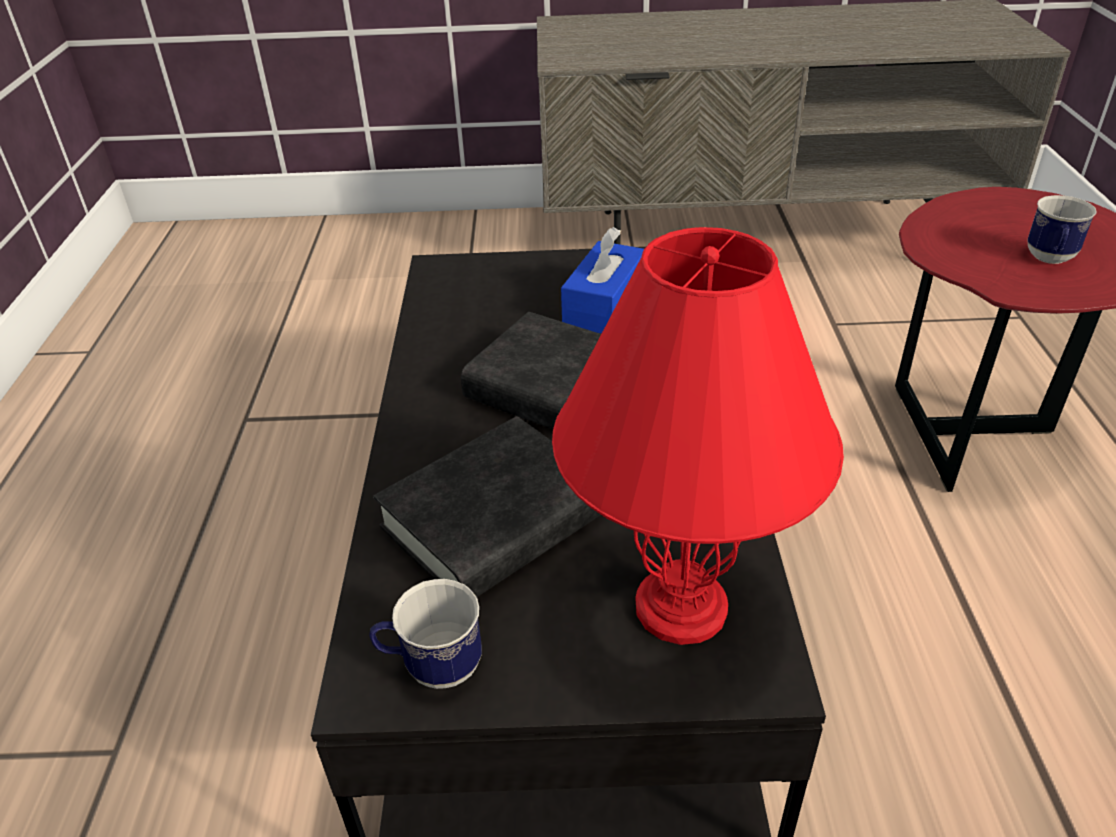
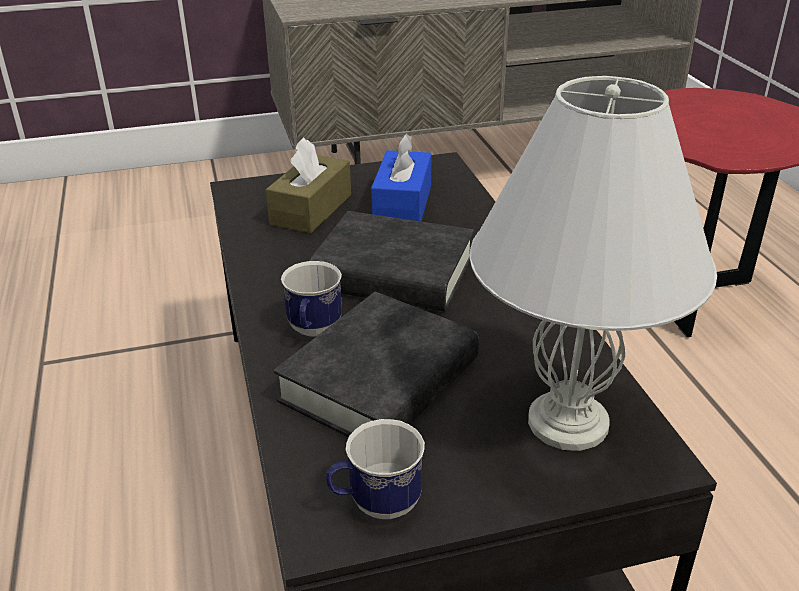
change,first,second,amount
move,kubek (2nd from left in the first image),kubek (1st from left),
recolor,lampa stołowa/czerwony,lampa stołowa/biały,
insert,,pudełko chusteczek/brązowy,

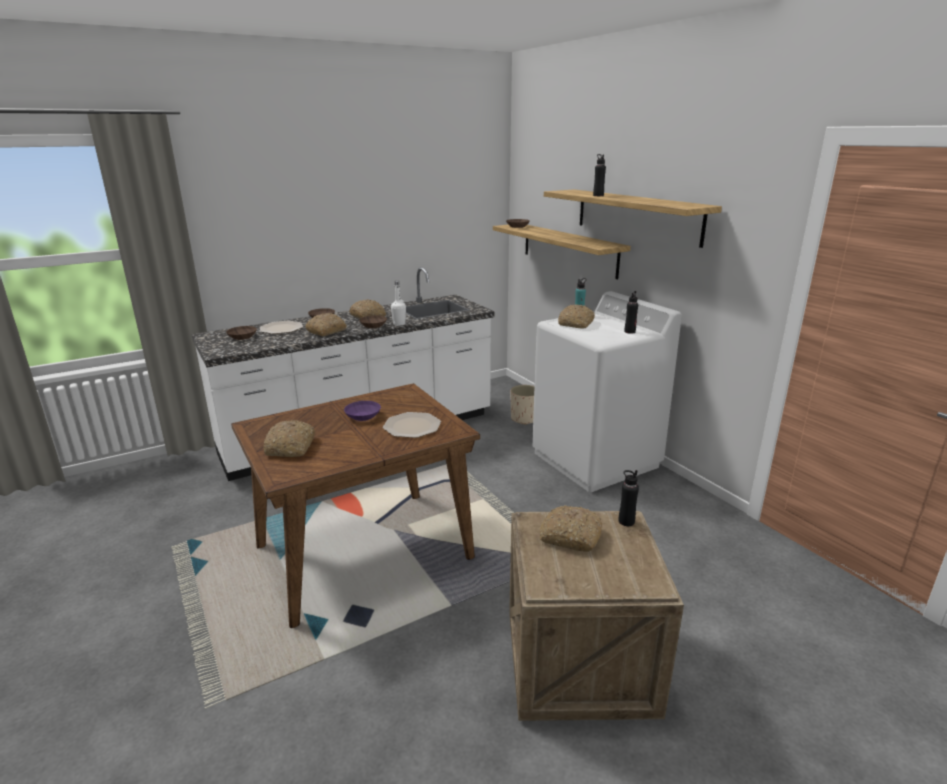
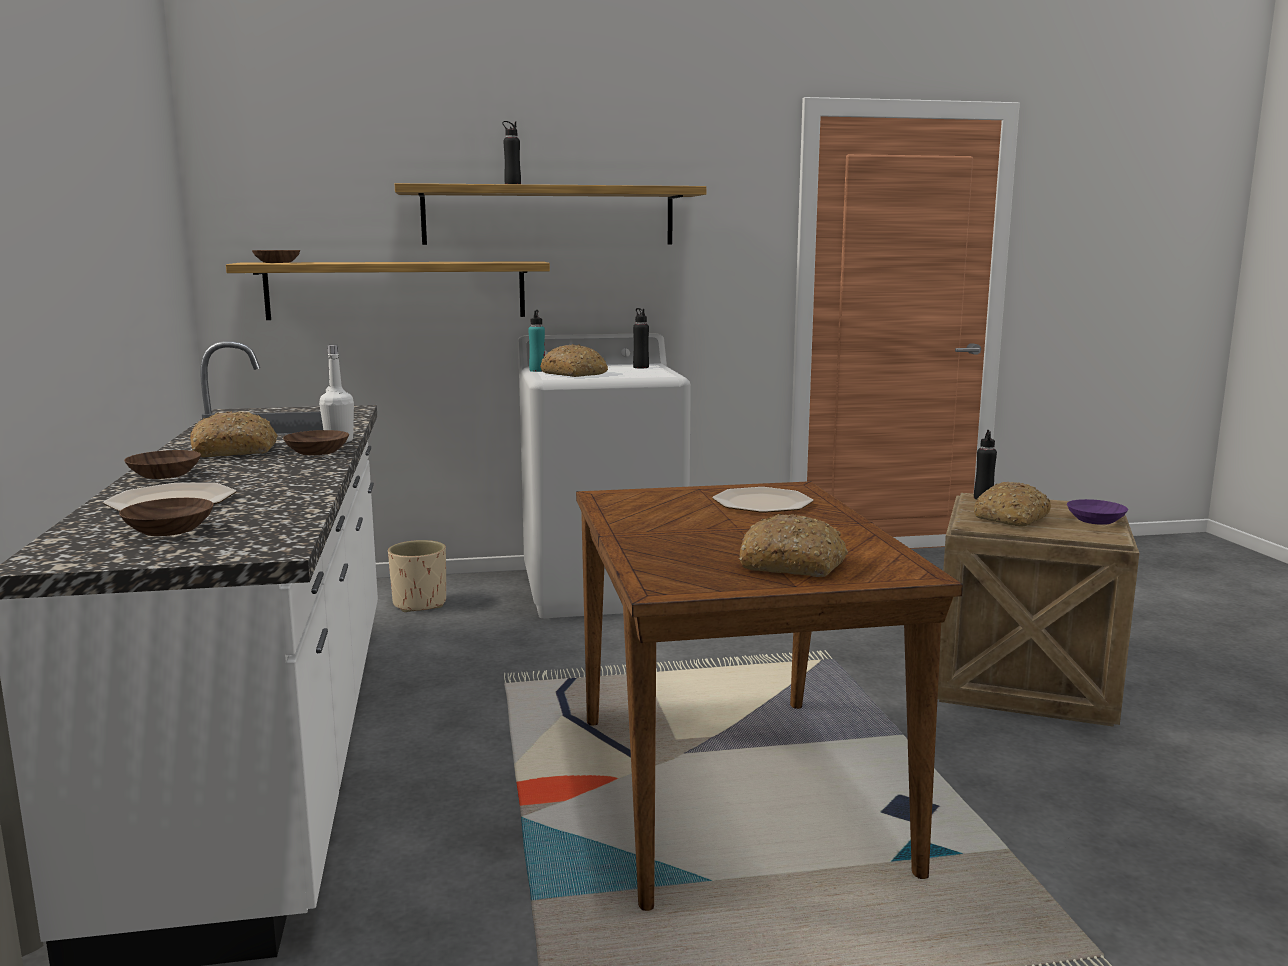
change,first,second,amount
delete,chleb (2nd from left),,
move,miska/fioletowy,,

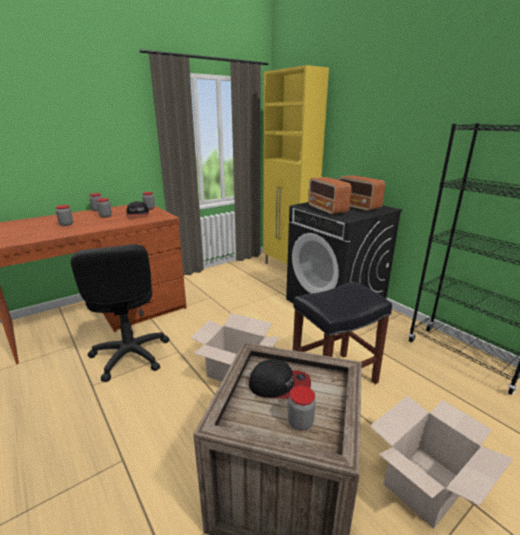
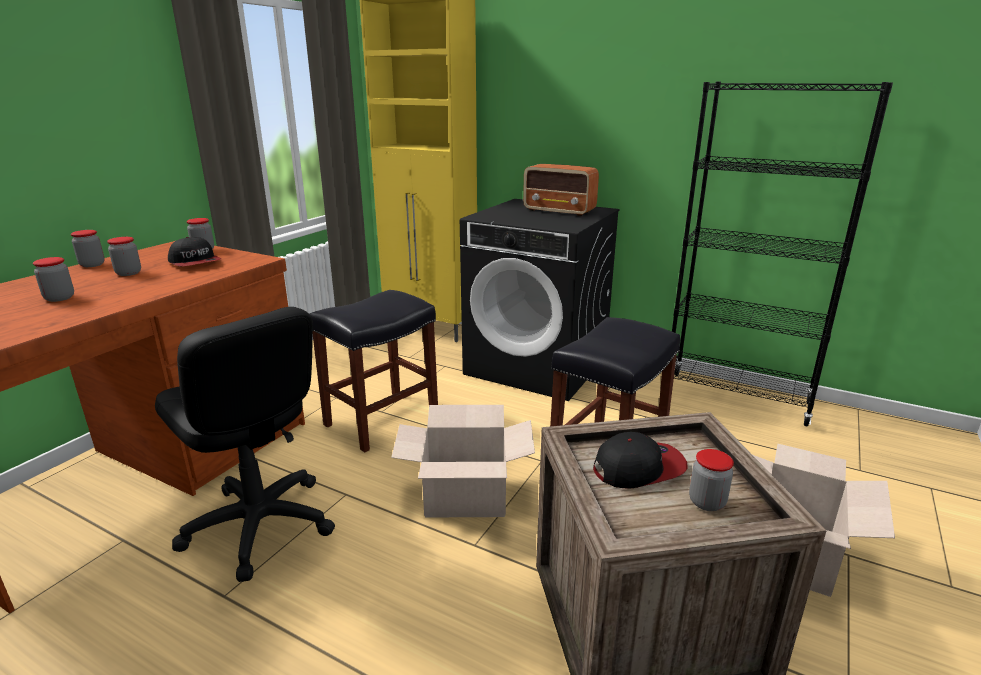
change,first,second,amount
delete,radio (1st from left),,
insert,,stołek/czarny (1st from left),

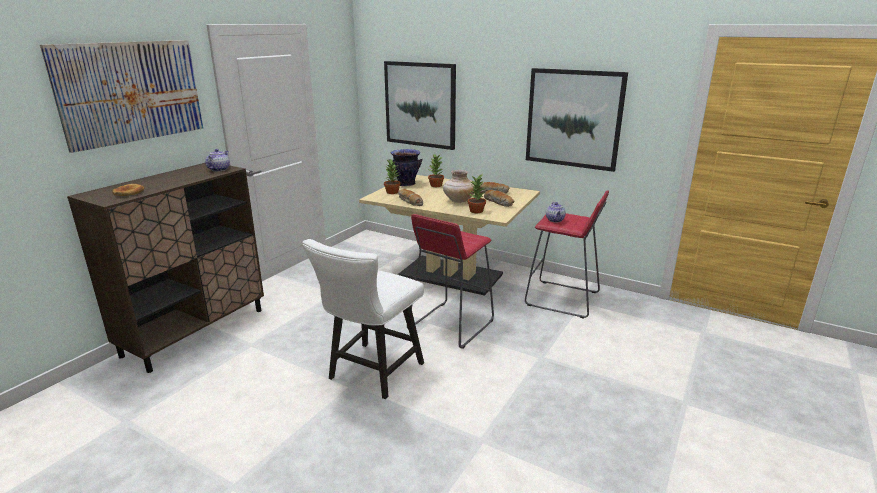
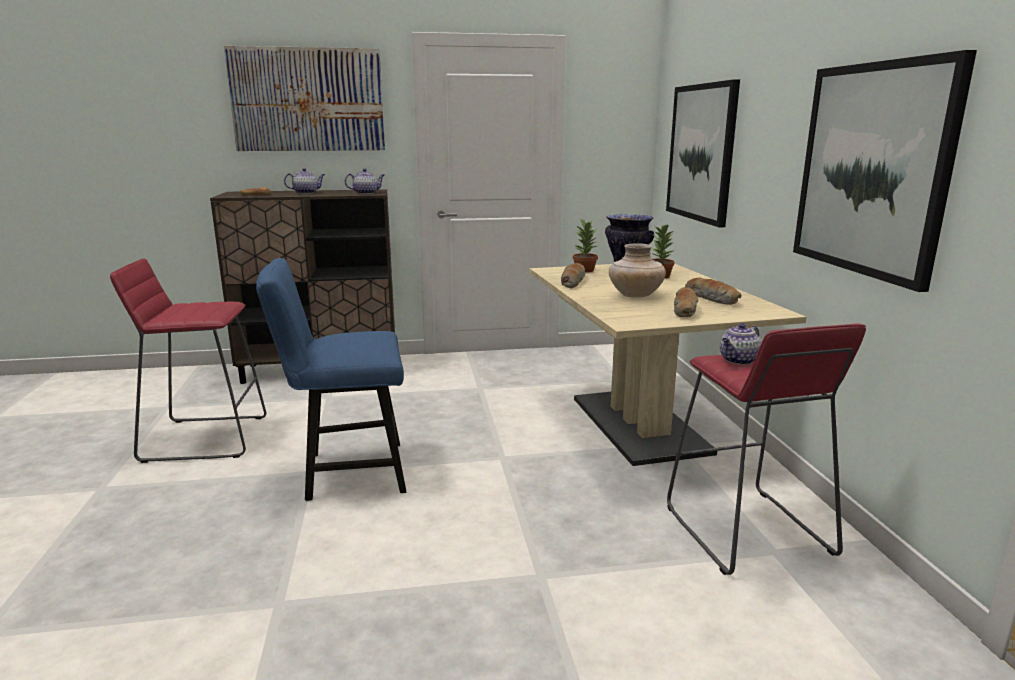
change,first,second,amount
delete,roślina doniczkowa (3rd from left),,
move,stołek/czerwony (1st from left),,
recolor,krzesło/biały,krzesło/niebieski,
insert,,imbryk (1st from left),

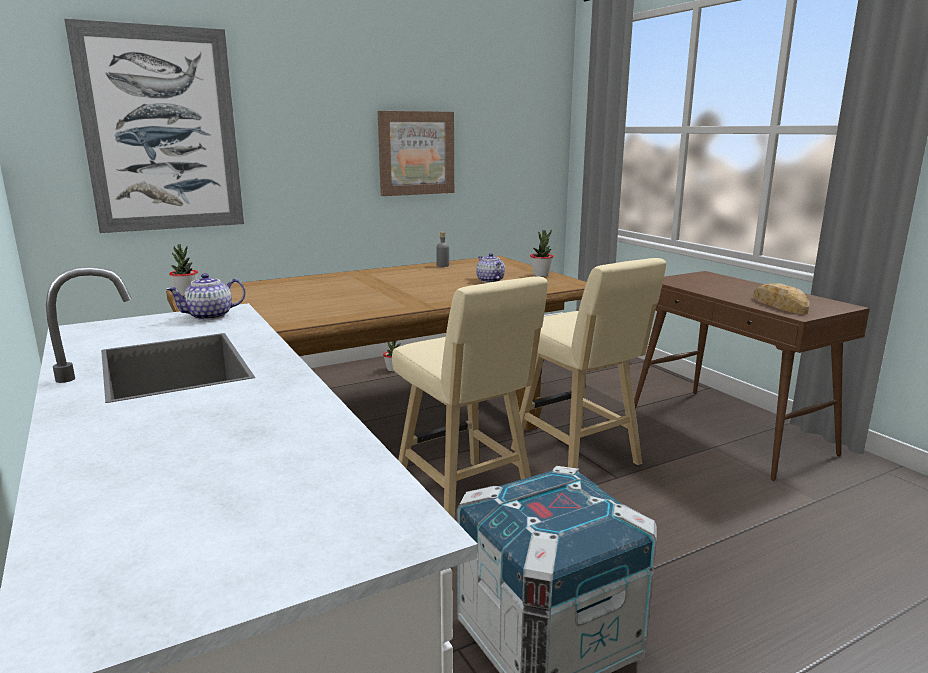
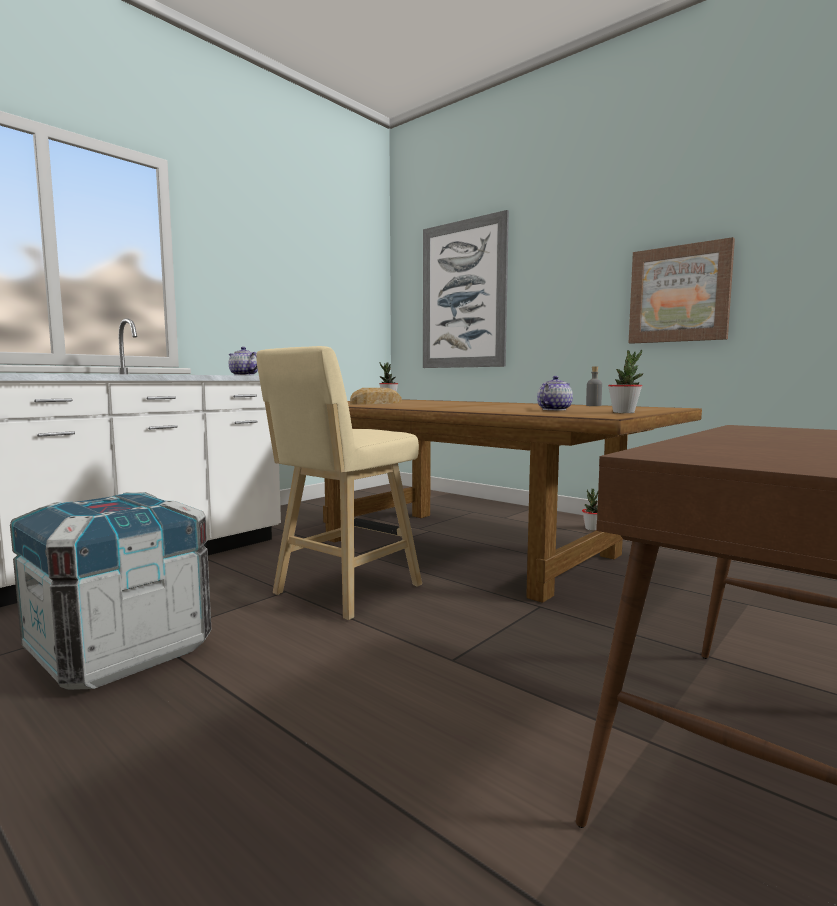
change,first,second,amount
delete,stołek/beżowy (2nd from left),,
move,chleb,,

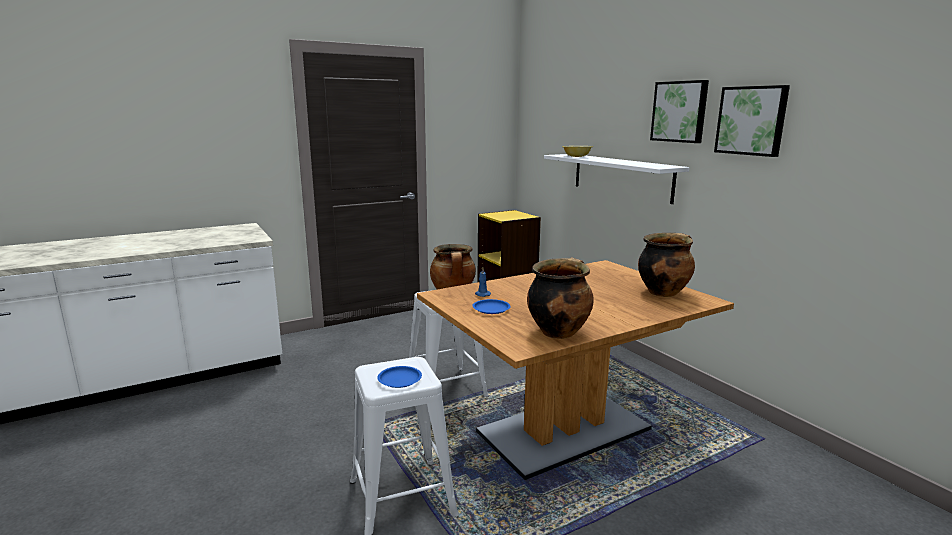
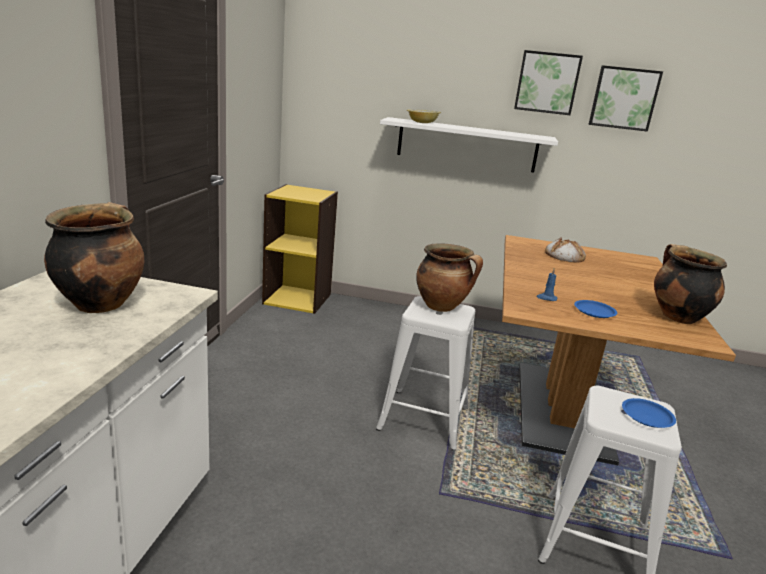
change,first,second,amount
move,garnek (3rd from left in the first image),garnek (1st from left),
insert,,chleb,

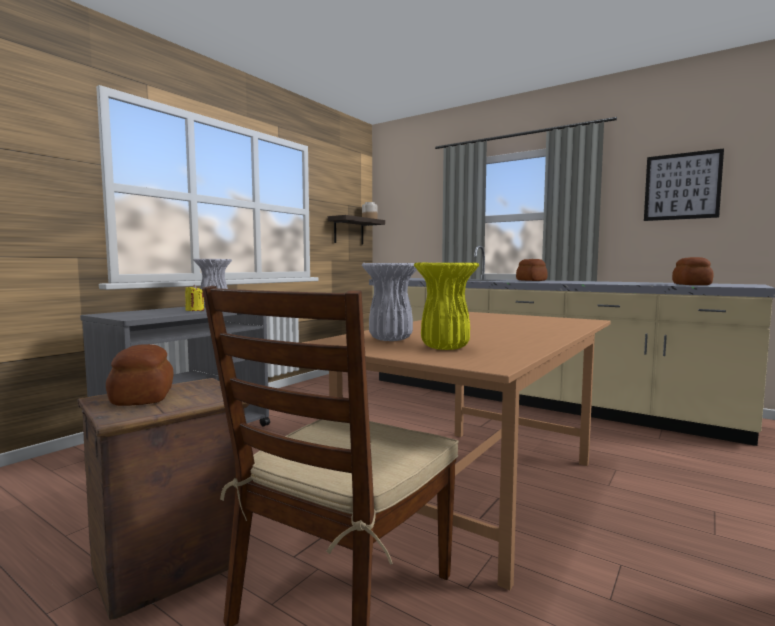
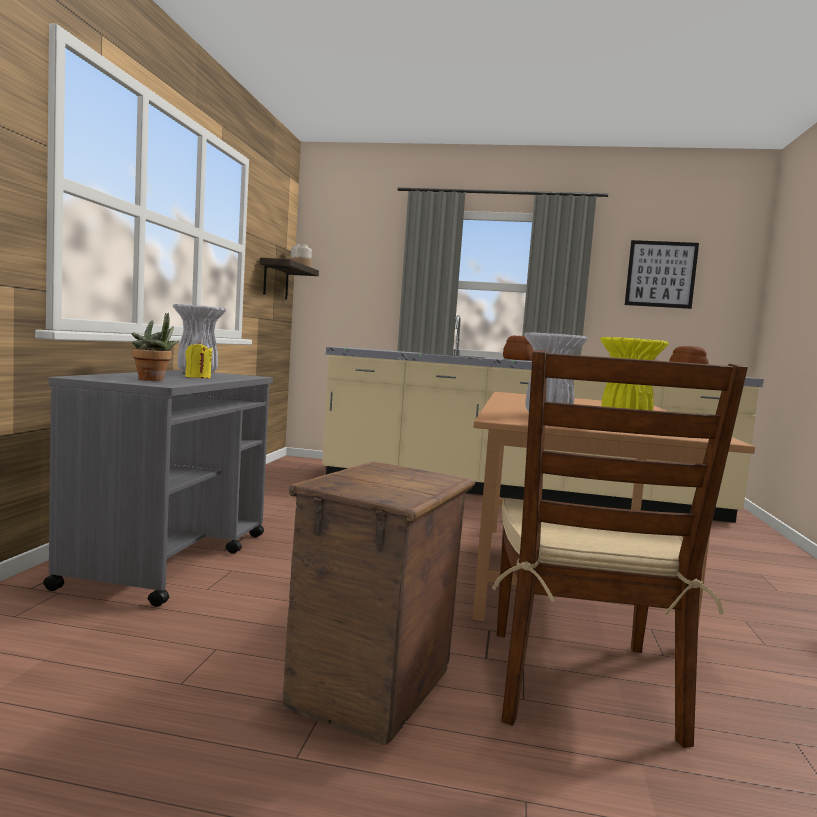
change,first,second,amount
delete,chleb (1st from left),,
insert,,roślina doniczkowa,

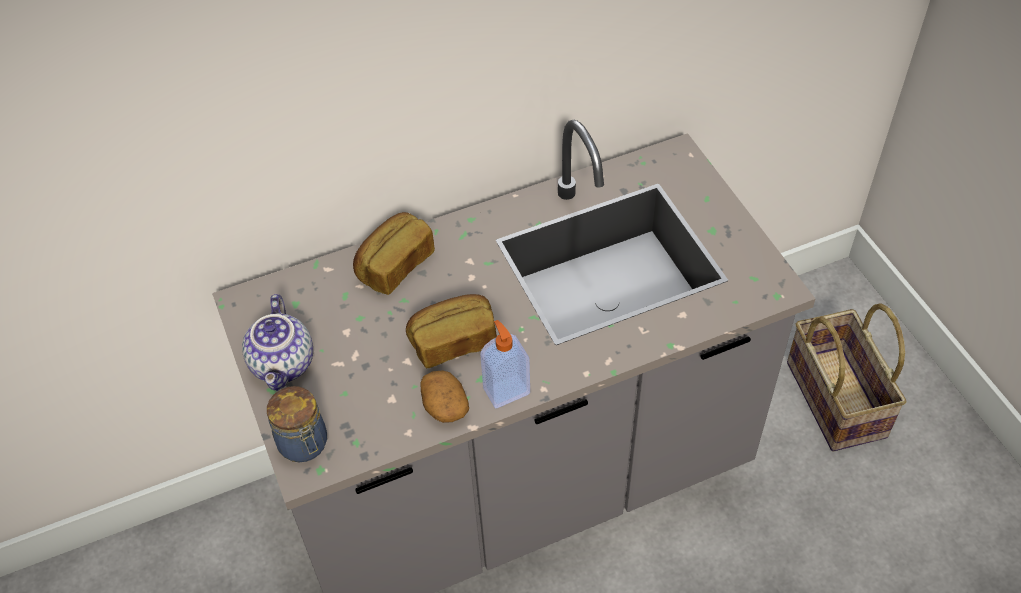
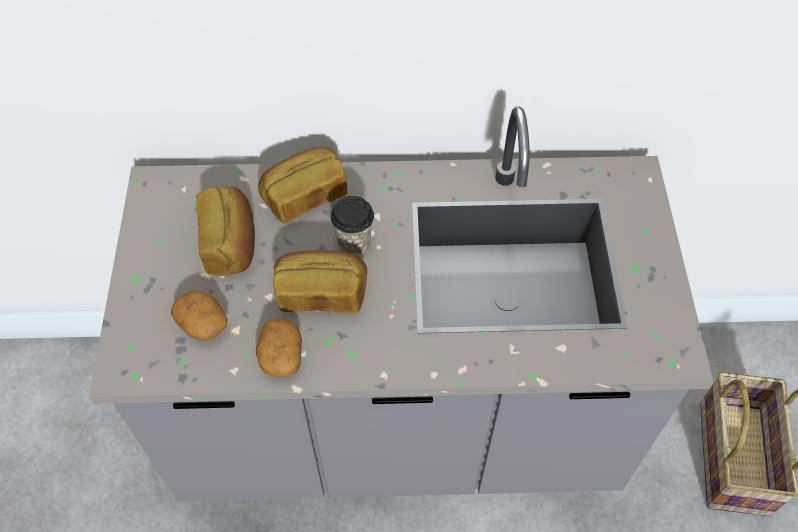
change,first,second,amount
delete,imbryk,,
delete,dozownik mydła,,
delete,słoik,,
insert,,chleb (1st from left),
insert,,filiżanka,
insert,,ziemniak (1st from left),

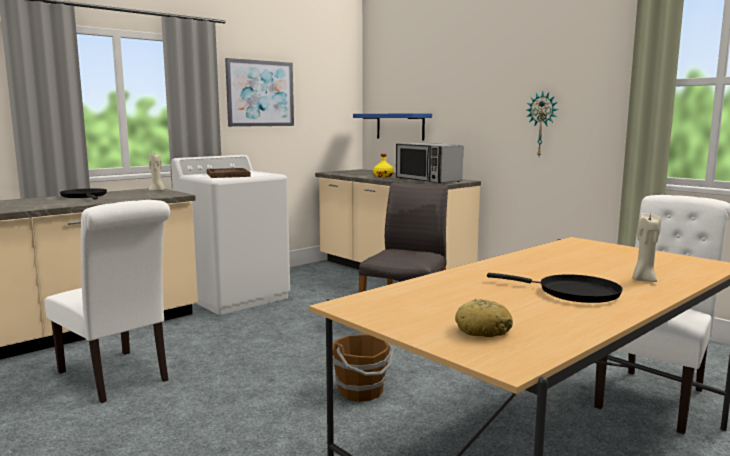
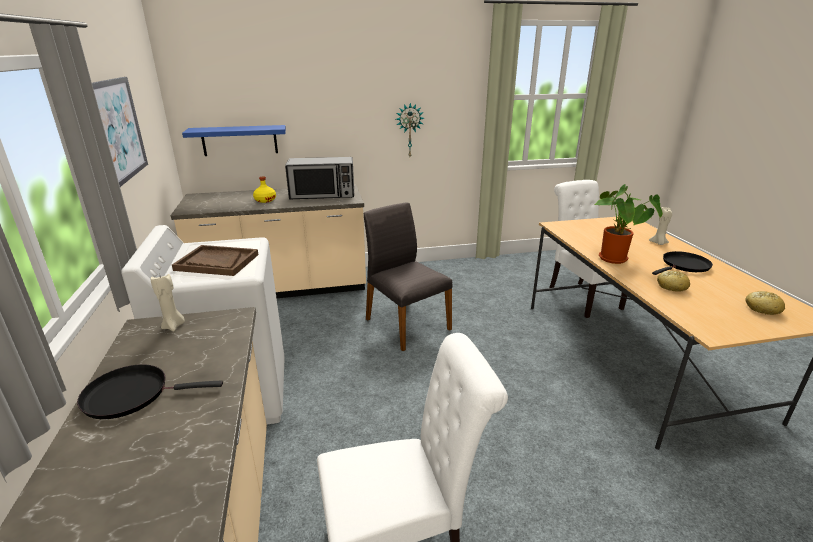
change,first,second,amount
delete,wiadro/brązowy,,
insert,,roślina doniczkowa,
insert,,chleb (1st from left),

